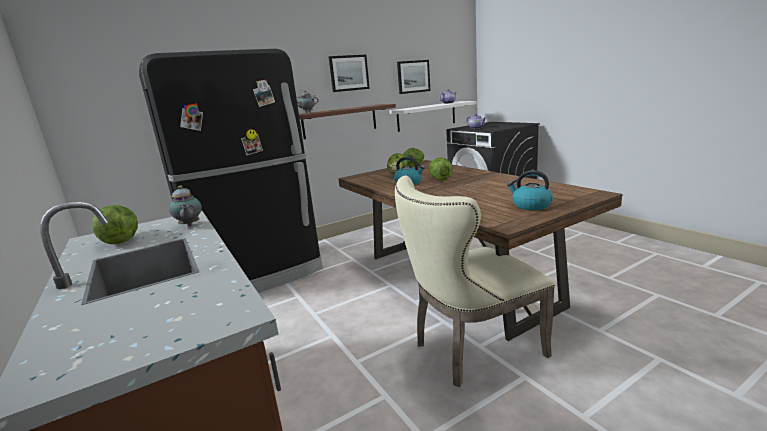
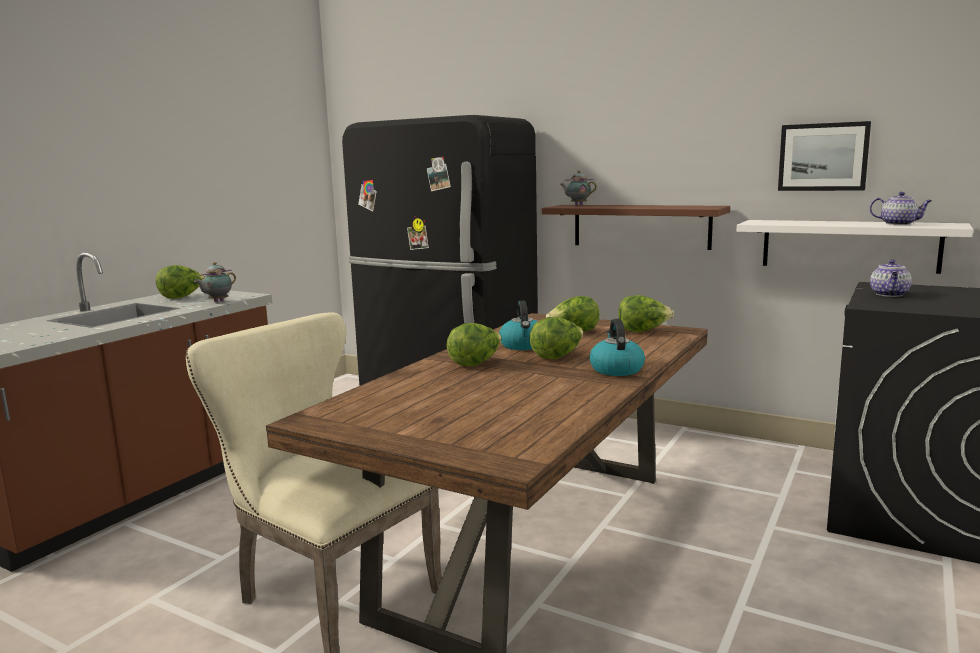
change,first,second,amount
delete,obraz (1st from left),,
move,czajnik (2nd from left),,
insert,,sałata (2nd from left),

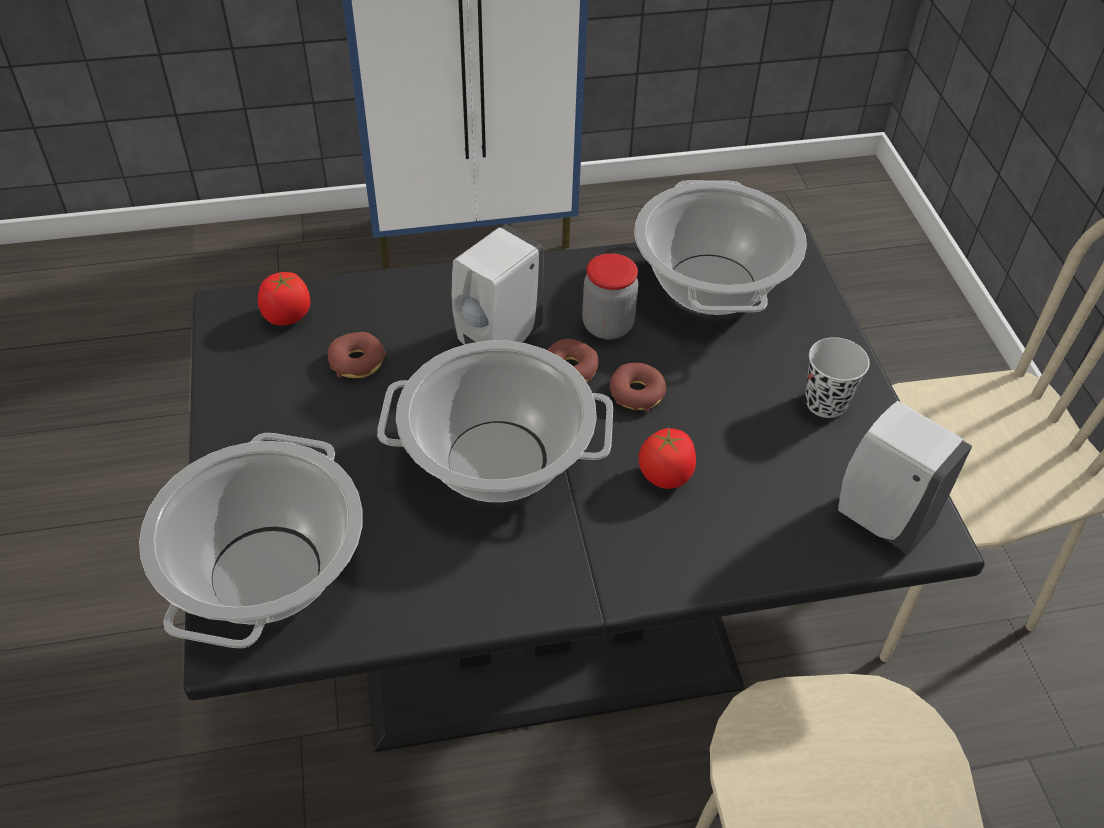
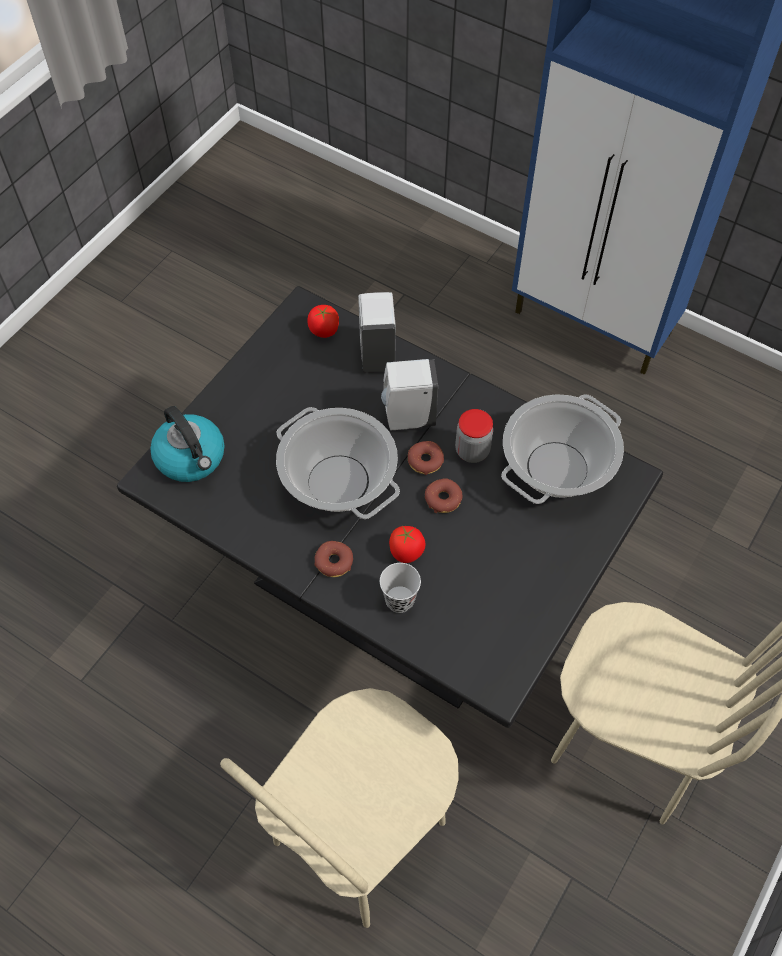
change,first,second,amount
move,donut (1st from left),,
move,filiżanka/czarny,,
move,dozownik mydła/biały (2nd from left in the first image),dozownik mydła/biały (1st from left),
replace,garnek (1st from left),czajnik,

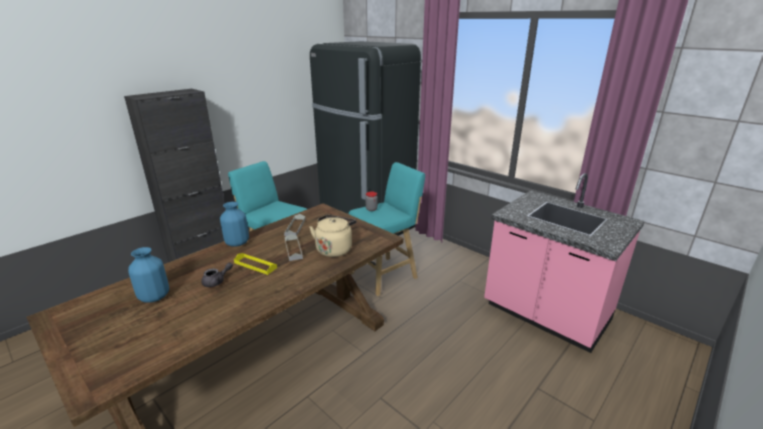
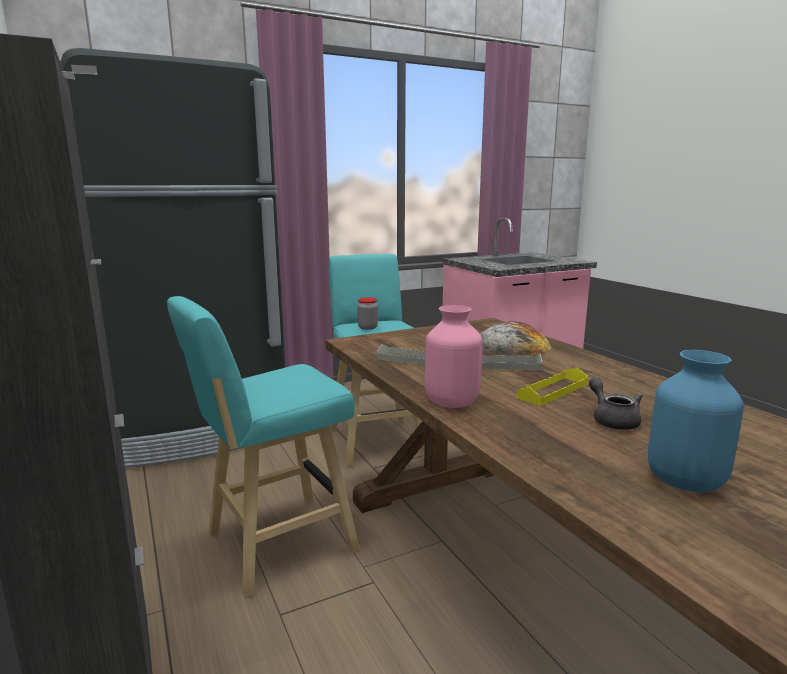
change,first,second,amount
recolor,wazon/niebieski (2nd from left),wazon/różowy,
replace,czajnik/beżowy,chleb,

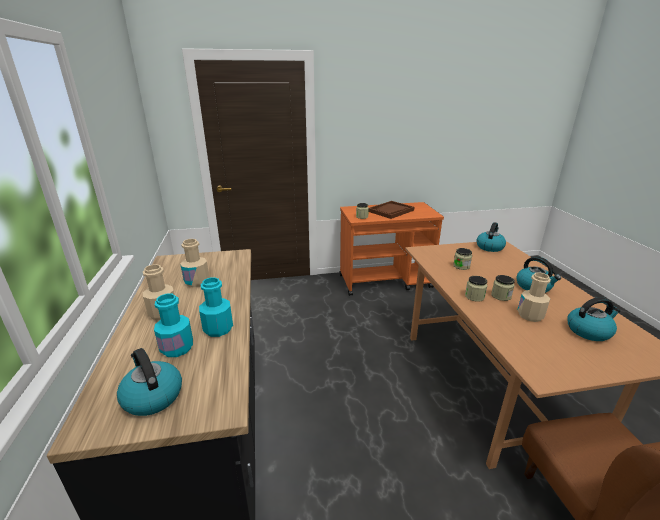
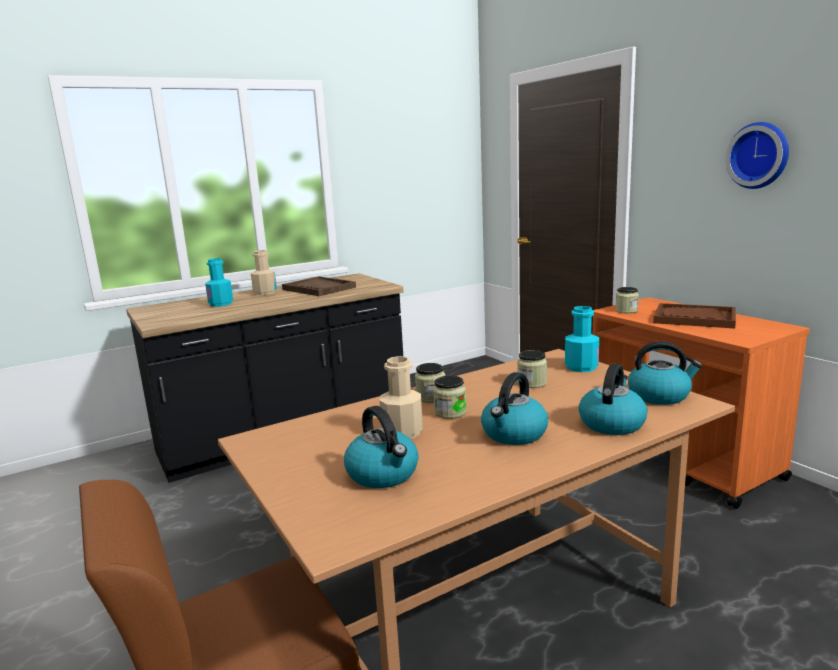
change,first,second,amount
replace,butelka/beżowy (2nd from left),taca/brązowy (1st from left),
move,butelka/turkusowy (2nd from left),,
move,czajnik (1st from left in the first image),czajnik (3rd from left),
insert,,zegar ścienny,

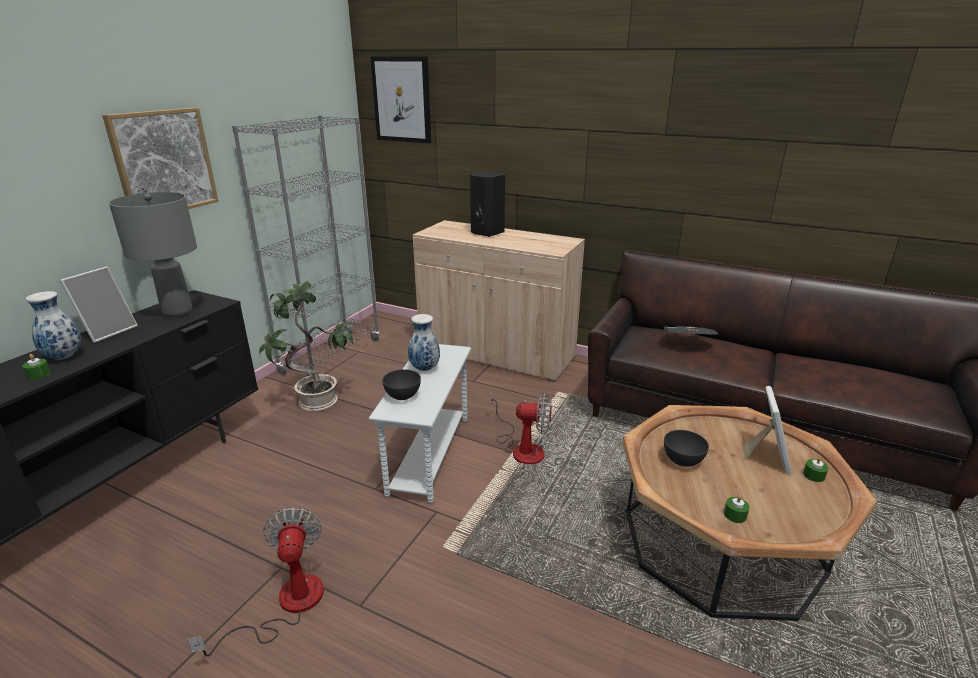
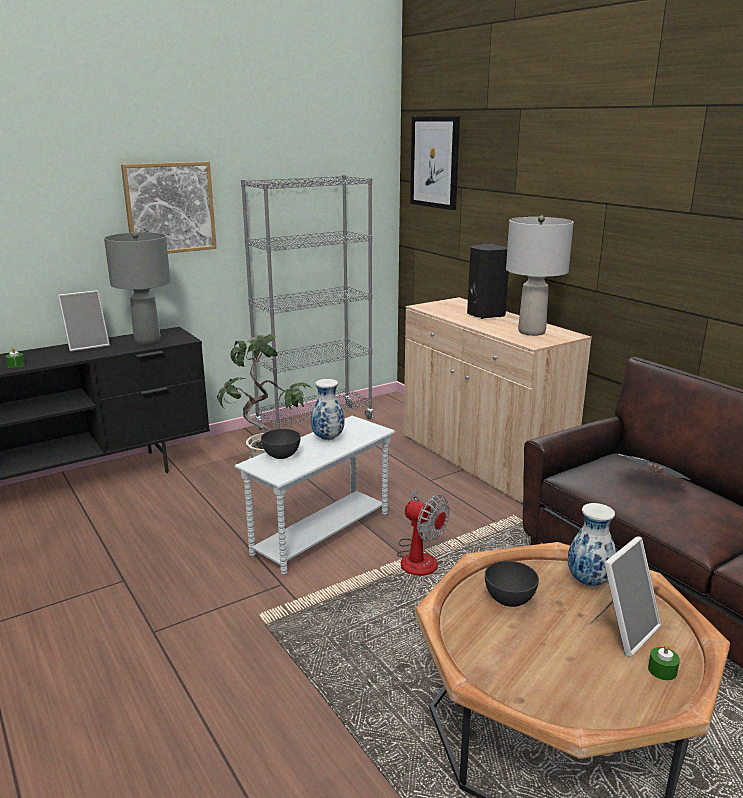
change,first,second,amount
move,wazon (1st from left in the first image),wazon (2nd from left),
delete,świeca/zielony (2nd from left),,
delete,wentylator (1st from left),,
insert,,lampa stołowa/szary (2nd from left),

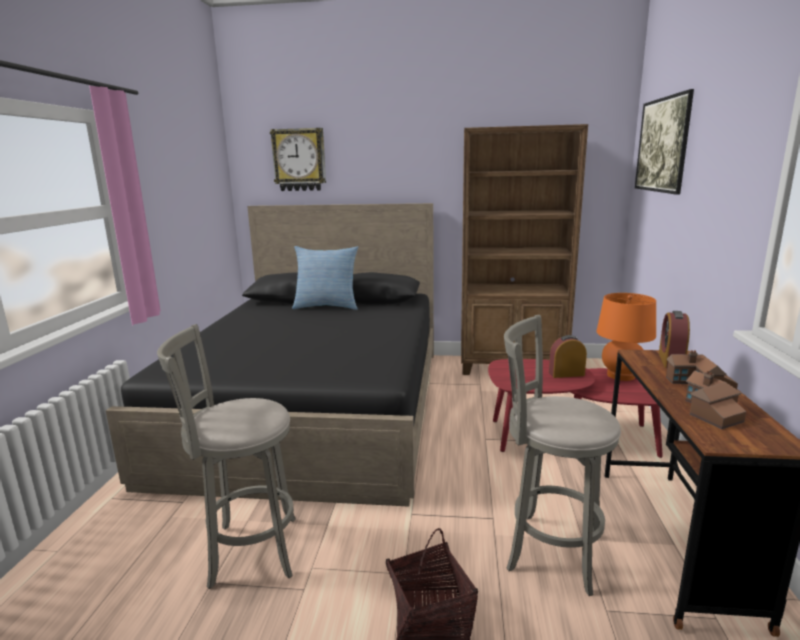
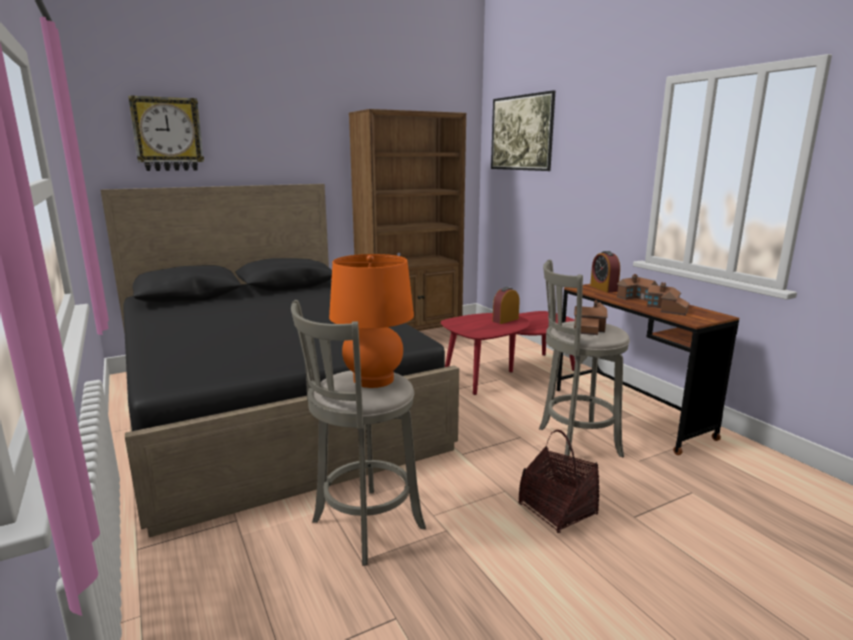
change,first,second,amount
delete,poduszka,,
move,lampa stołowa/pomarańczowy,,
insert,,domek (1st from left),

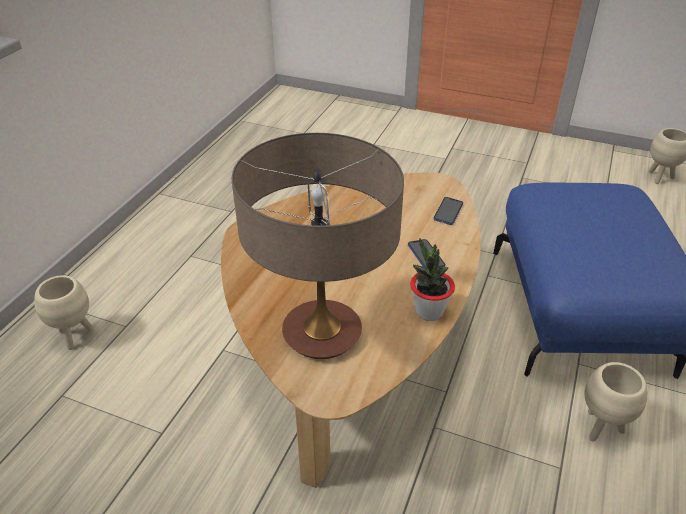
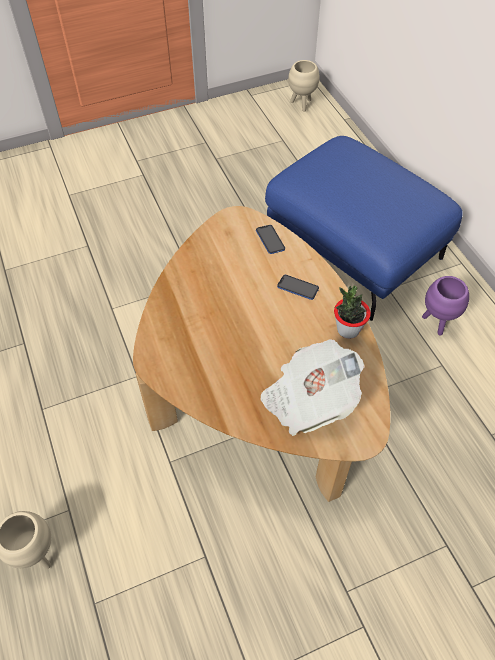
change,first,second,amount
replace,lampa stołowa,gazeta,
recolor,donica/beżowy (2nd from left),donica/fioletowy,

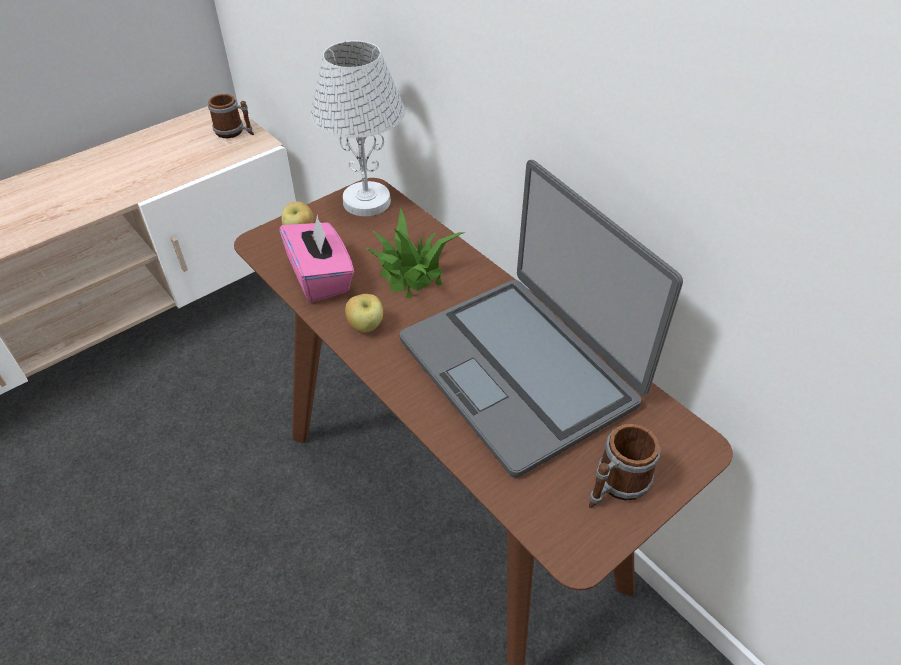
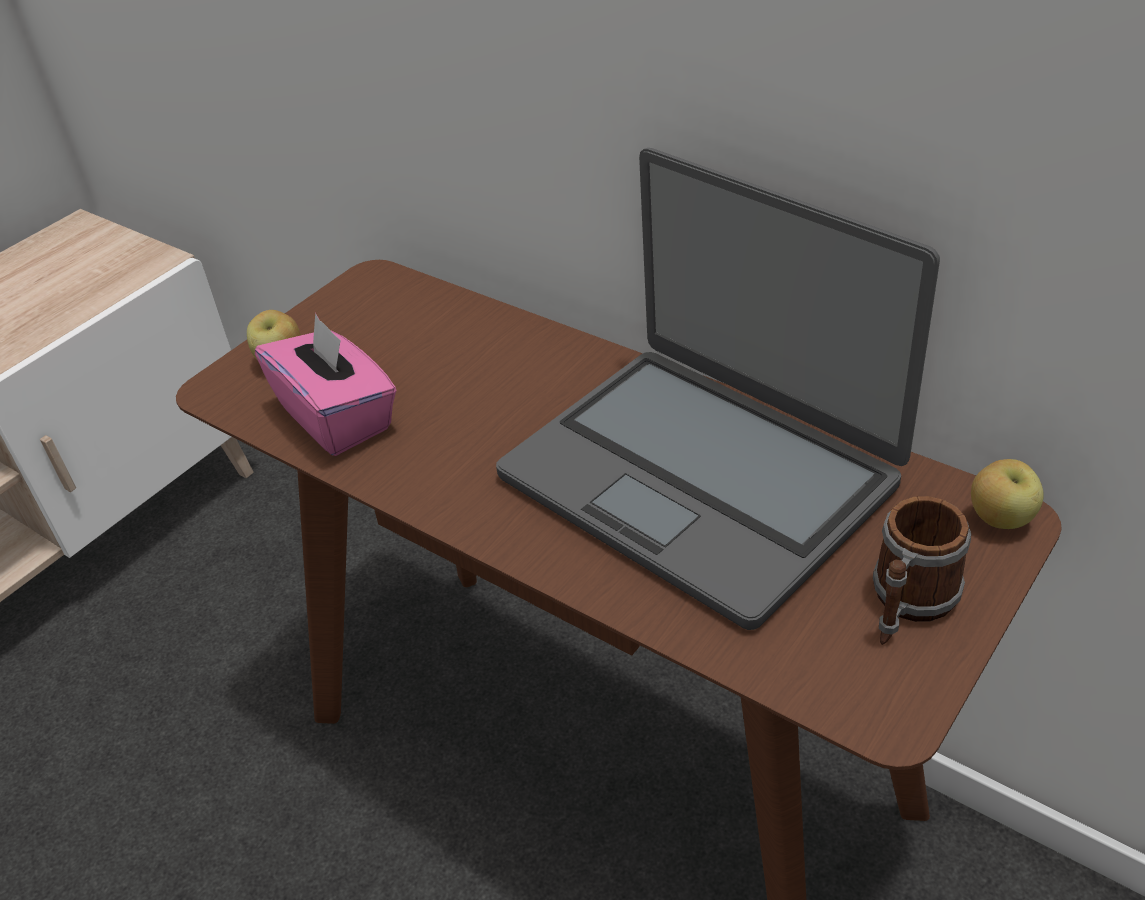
change,first,second,amount
delete,lampa stołowa/biały,,
delete,kubek (1st from left),,
delete,roślina doniczkowa,,
move,jabłko (2nd from left),,

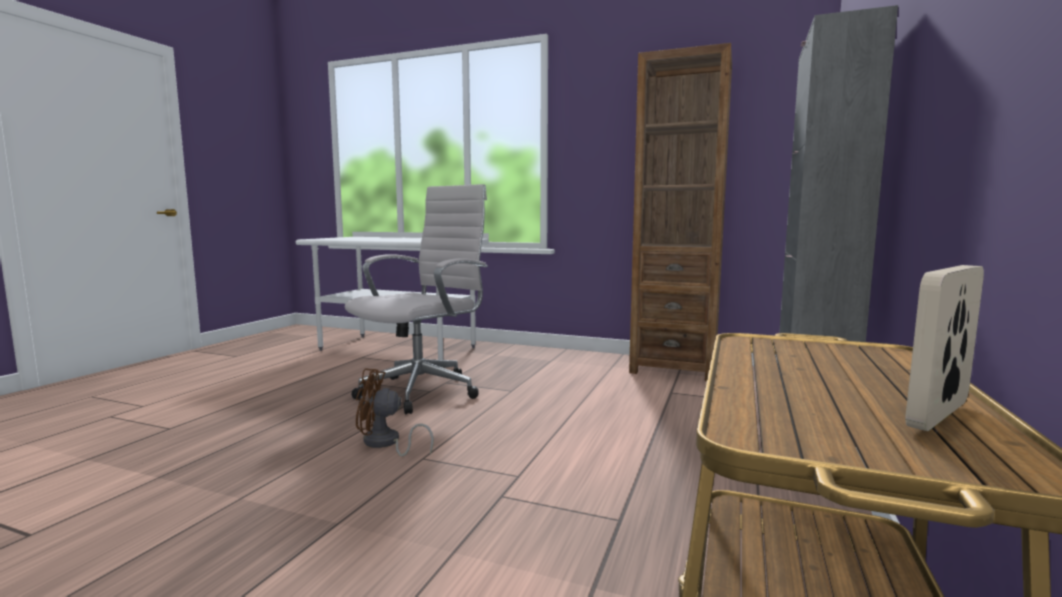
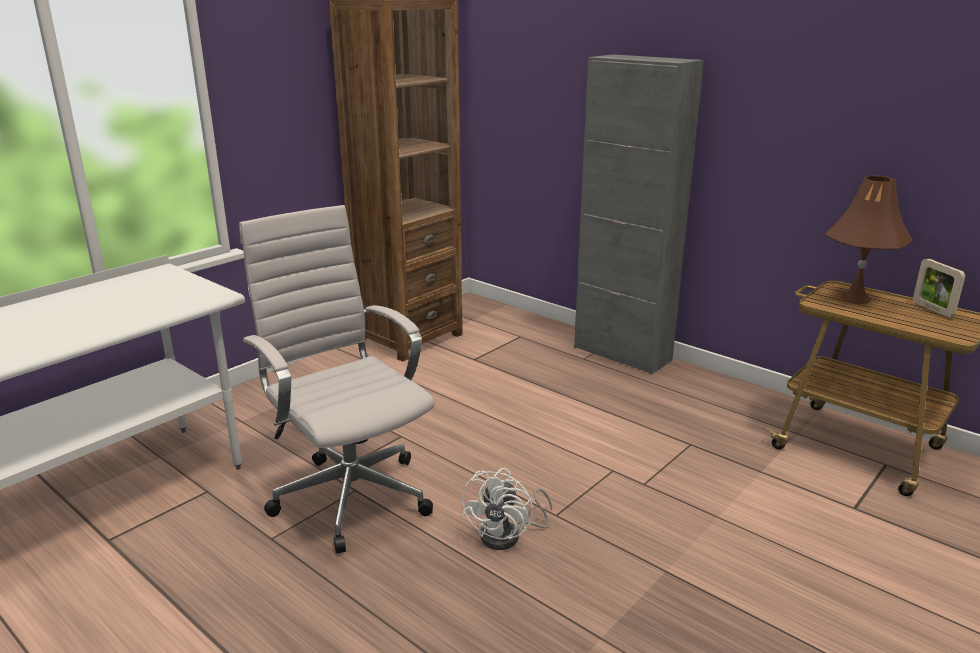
change,first,second,amount
recolor,wentylator/brązowy,wentylator/biały,
insert,,lampa stołowa/brązowy,

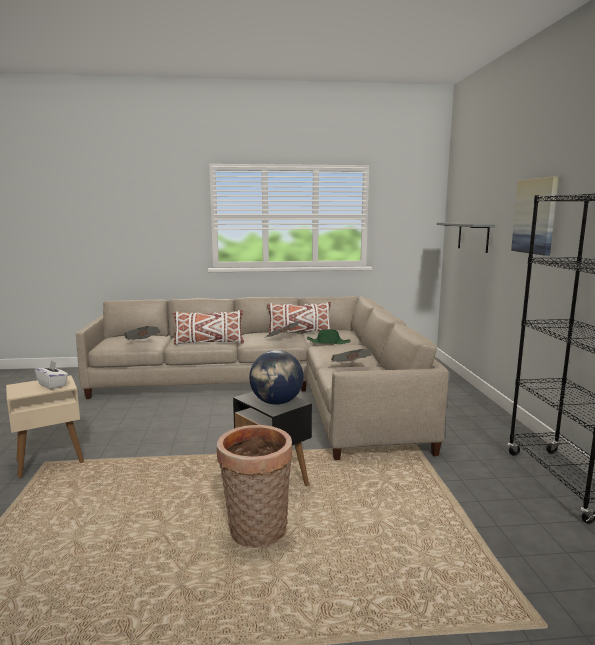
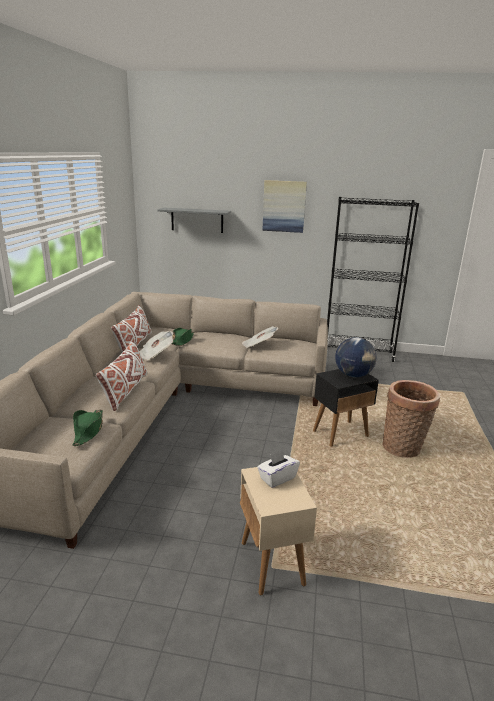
change,first,second,amount
replace,gazeta (1st from left),kapelusz/zielony (1st from left),

